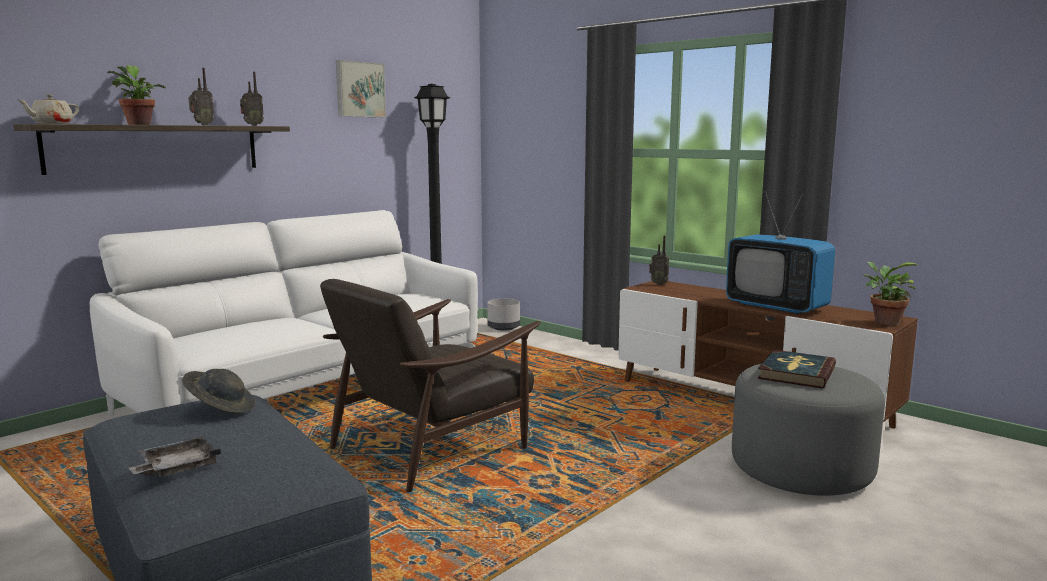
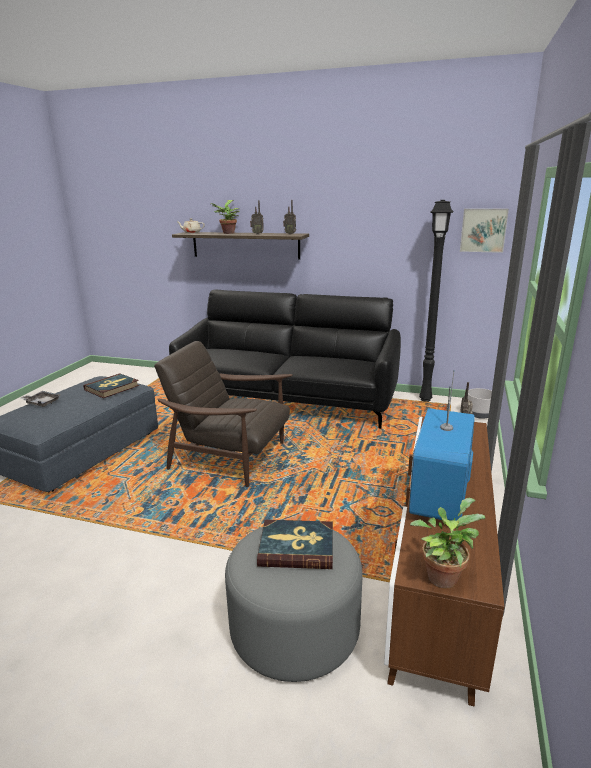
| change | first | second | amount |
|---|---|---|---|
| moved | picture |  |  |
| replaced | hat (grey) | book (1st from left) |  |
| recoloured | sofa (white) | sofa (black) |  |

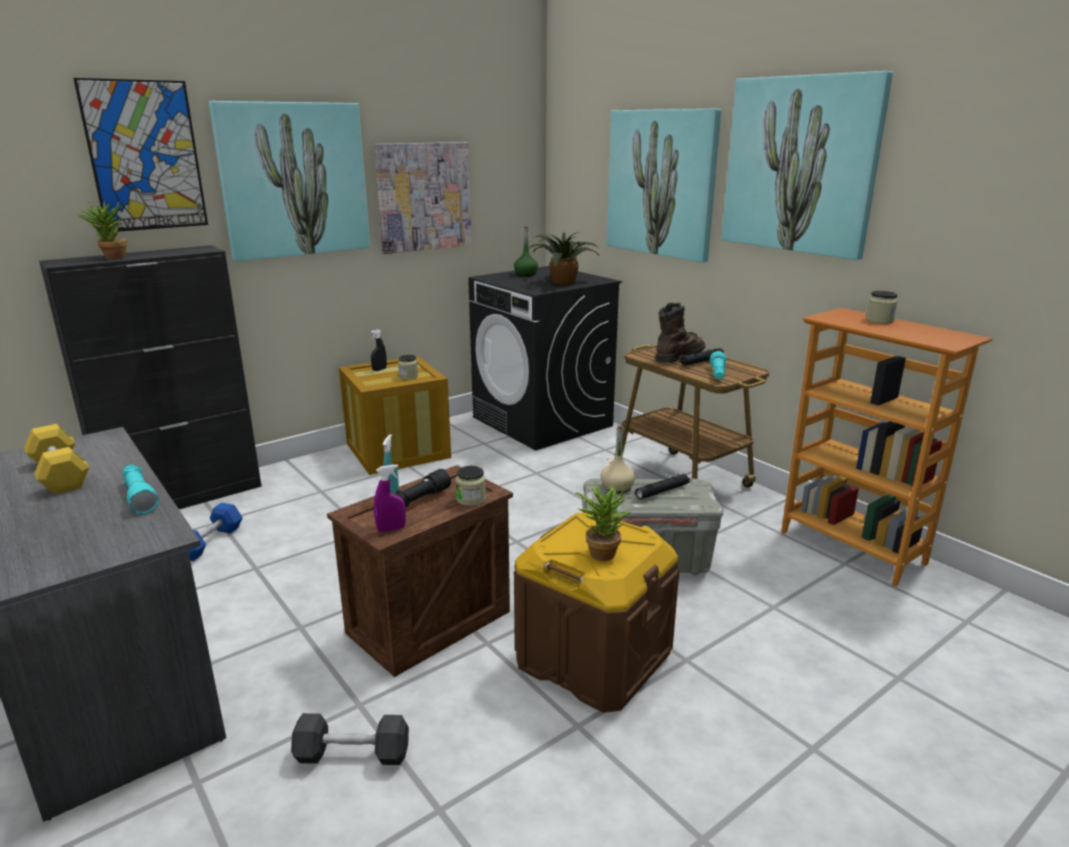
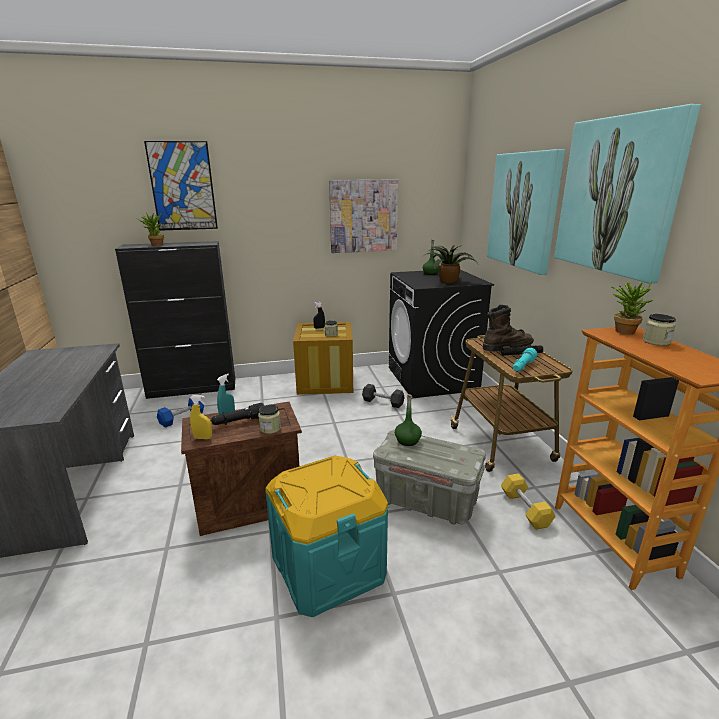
| change | first | second | amount |
|---|---|---|---|
| removed | flashlight (turquoise) (1st from left) |  |  |
| removed | picture (2nd from left) |  |  |
| removed | flashlight (black) (2nd from left) |  |  |
| moved | dumbbell (yellow) |  |  |
| moved | dumbbell (black) |  |  |
| moved | potted plant (3rd from left) |  |  |
| recoloured | spray bottle (purple) | spray bottle (yellow) |  |
| recoloured | storage box (brown) | storage box (turquoise) |  |
| recoloured | bottle (beige) | bottle (green) (1st from left) |  |

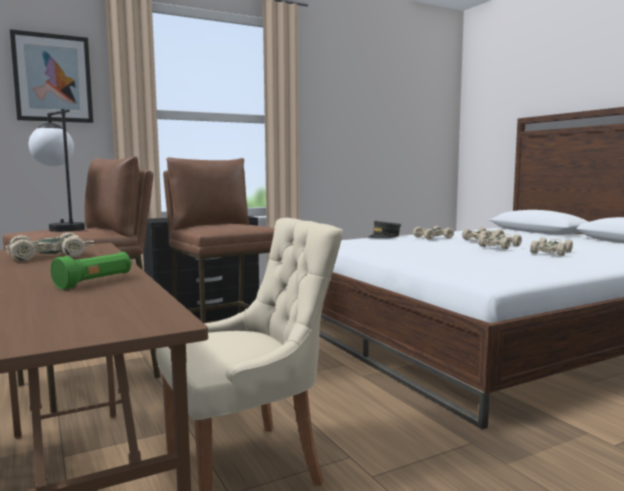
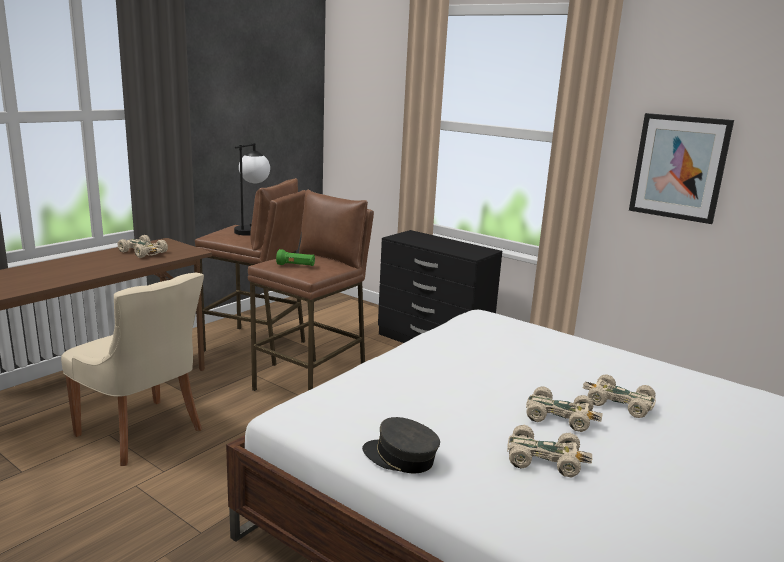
| change | first | second | amount |
|---|---|---|---|
| removed | toy car (beige) (2nd from left) |  |  |
| moved | picture |  |  |
| moved | flashlight (green) |  |  |
| moved | cap (grey) |  |  |

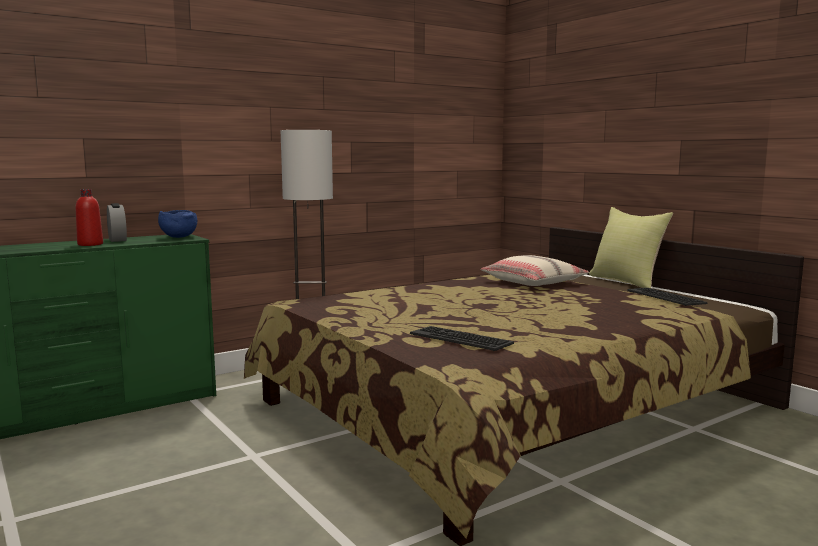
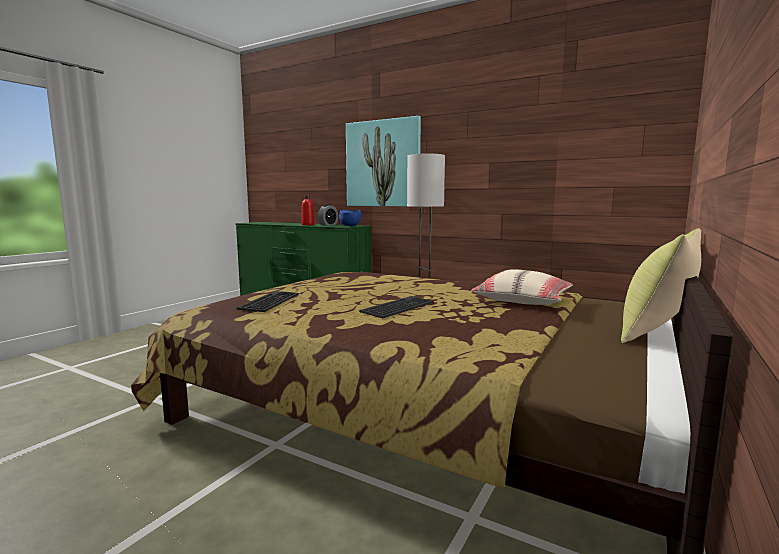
| change | first | second | amount |
|---|---|---|---|
| added |  | picture |  |
| moved | keyboard (2nd from left) |  |  |

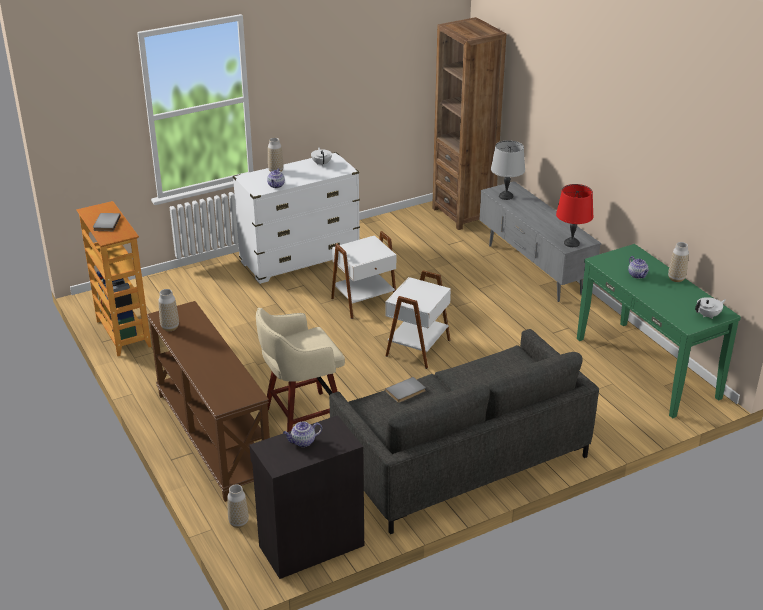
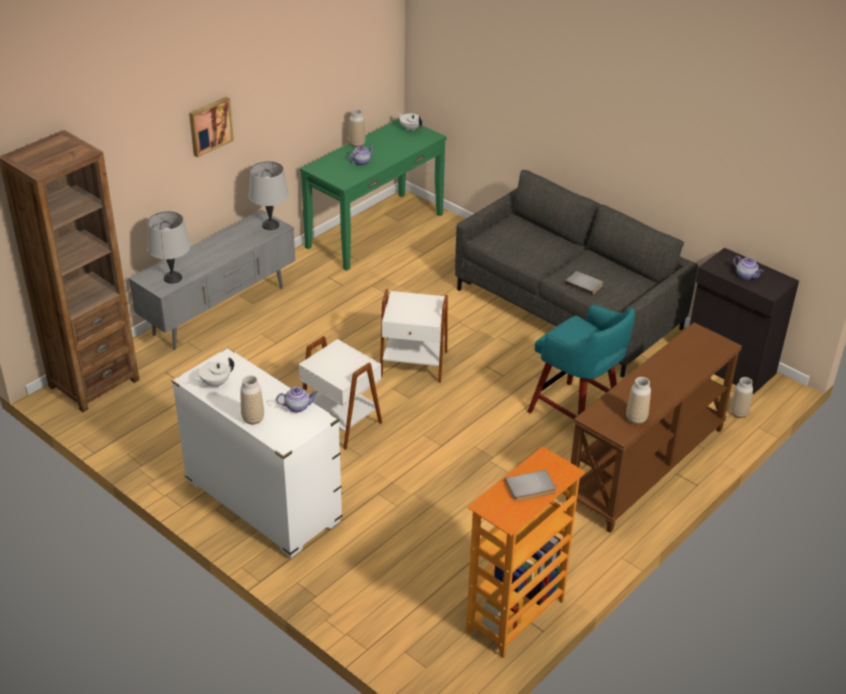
| change | first | second | amount |
|---|---|---|---|
| added |  | picture |  |
| recoloured | stool (beige) | stool (turquoise) |  |
| recoloured | table lamp (red) | table lamp (grey) (2nd from left) |  |

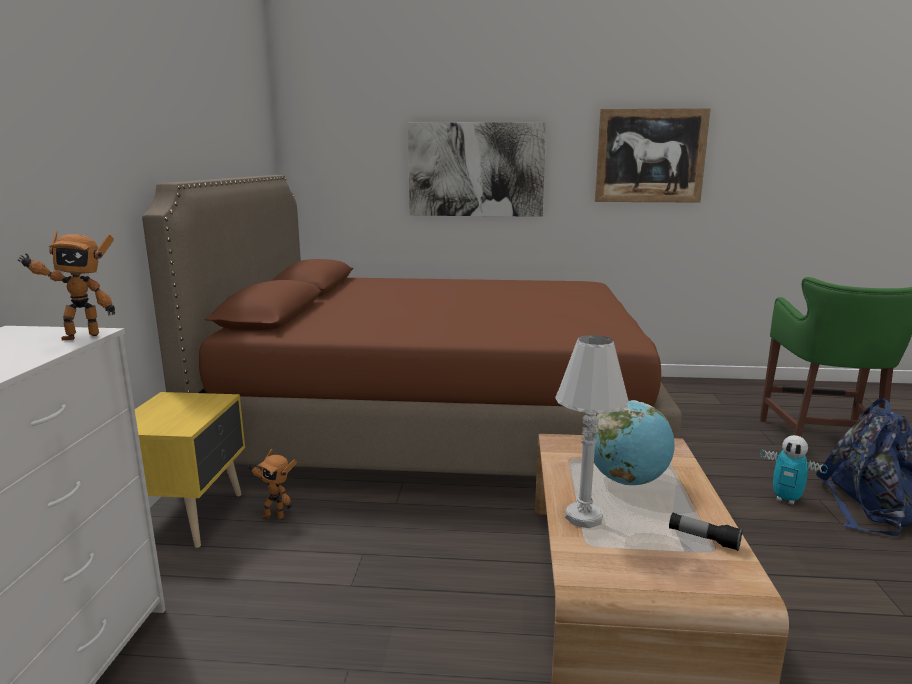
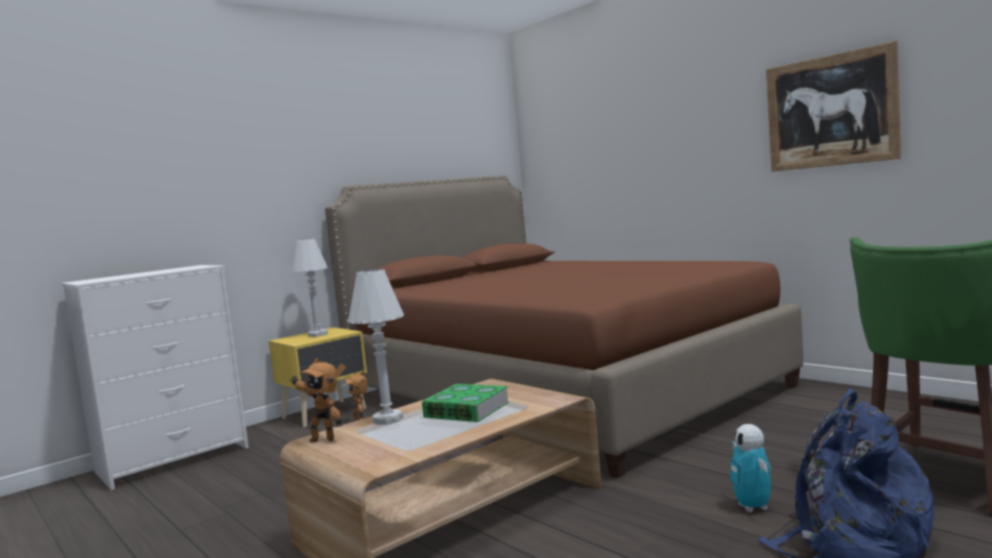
| change | first | second | amount |
|---|---|---|---|
| removed | picture (1st from left) |  |  |
| removed | flashlight |  |  |
| added |  | table lamp (white) (1st from left) |  |
| moved | toy robot (1st from left) |  |  |
| replaced | globe | book |  |

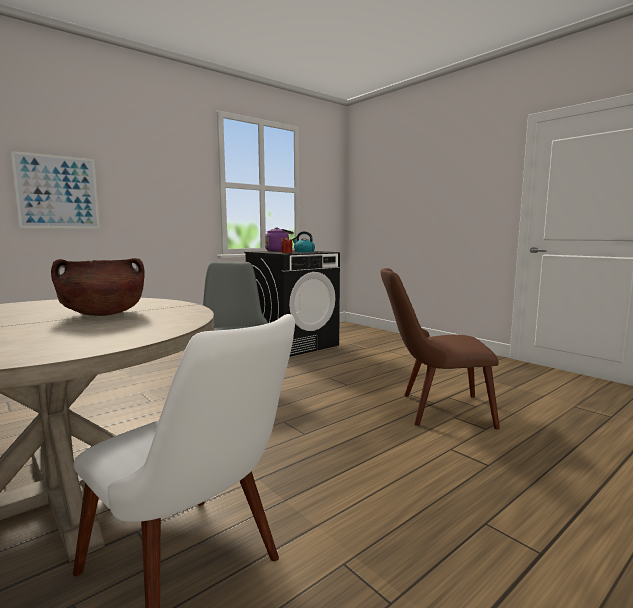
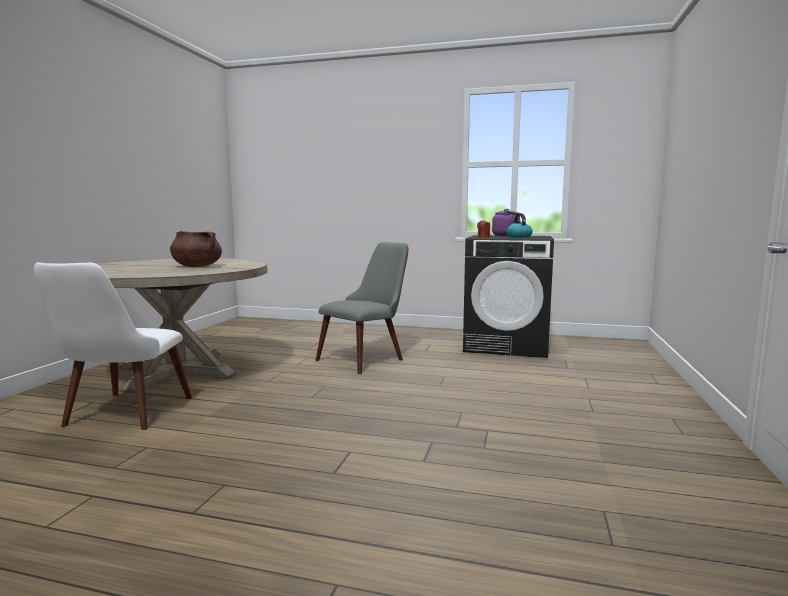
| change | first | second | amount |
|---|---|---|---|
| removed | picture |  |  |
| removed | chair (brown) |  |  |

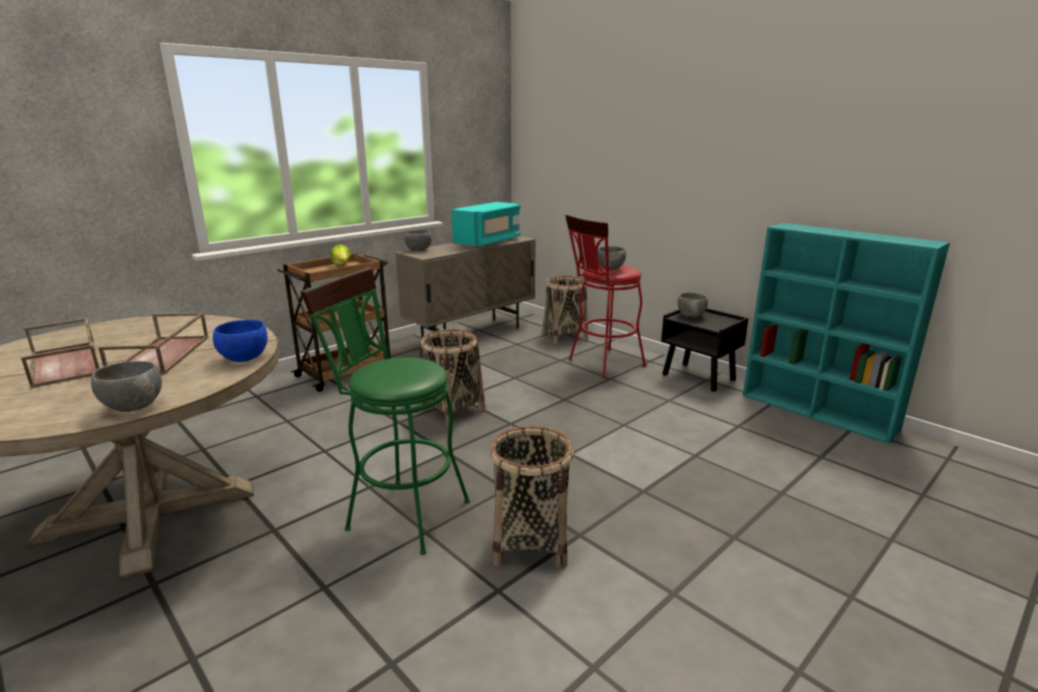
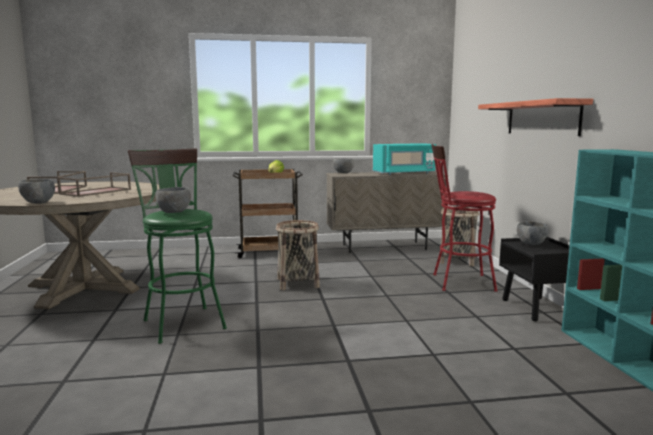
| change | first | second | amount |
|---|---|---|---|
| removed | bowl (blue) |  |  |
| removed | basket (2nd from left) |  |  |
| added |  | shelf |  |
| moved | bowl (grey) (3rd from left in the first image) | bowl (grey) (2nd from left) |  |

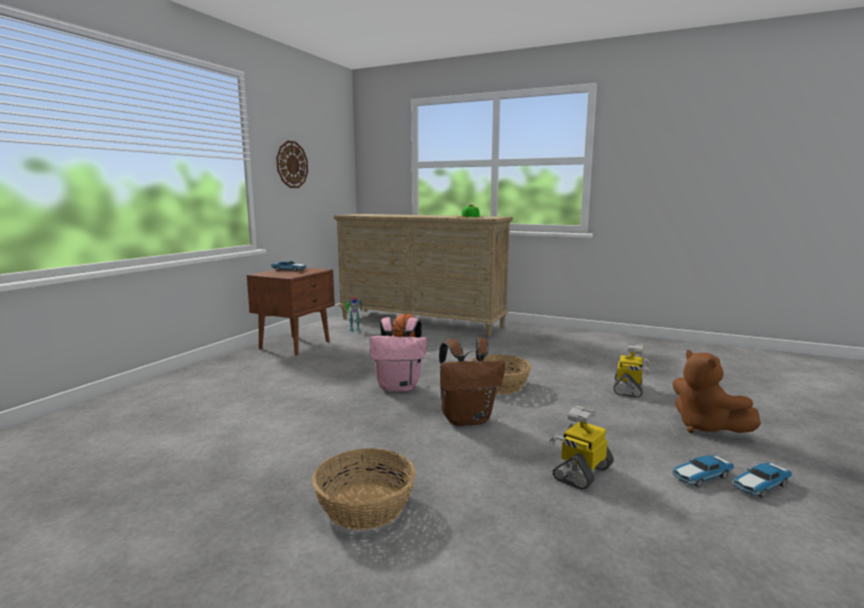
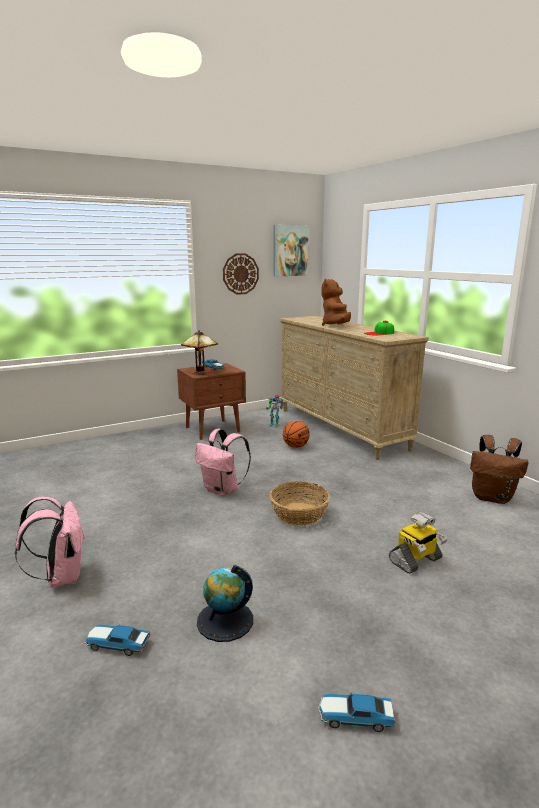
| change | first | second | amount |
|---|---|---|---|
| added |  | table lamp |  |
| added |  | picture |  |
| moved | backpack (brown) |  |  |
| moved | plush toy (brown) |  |  |
| moved | toy car (2nd from left in the first image) | toy car (1st from left) |  |
| replaced | basket (1st from left) | backpack (pink) (1st from left) |  |
| replaced | toy robot (2nd from left) | globe |  |

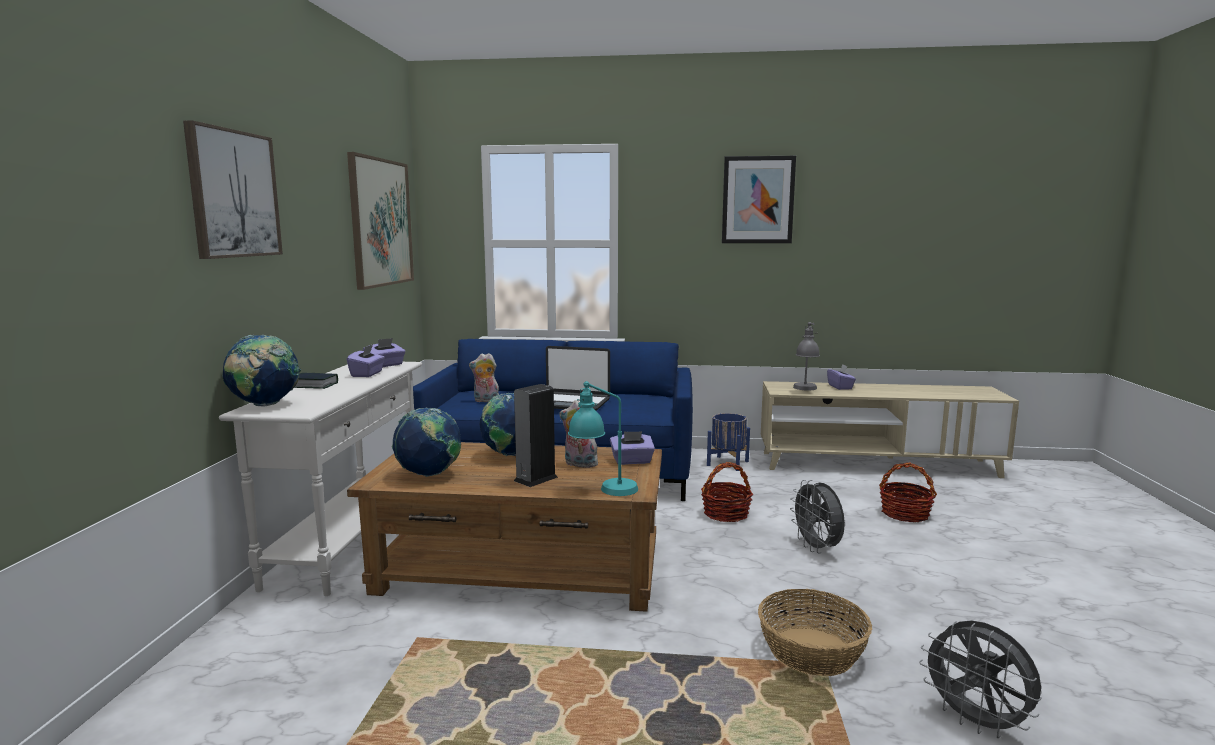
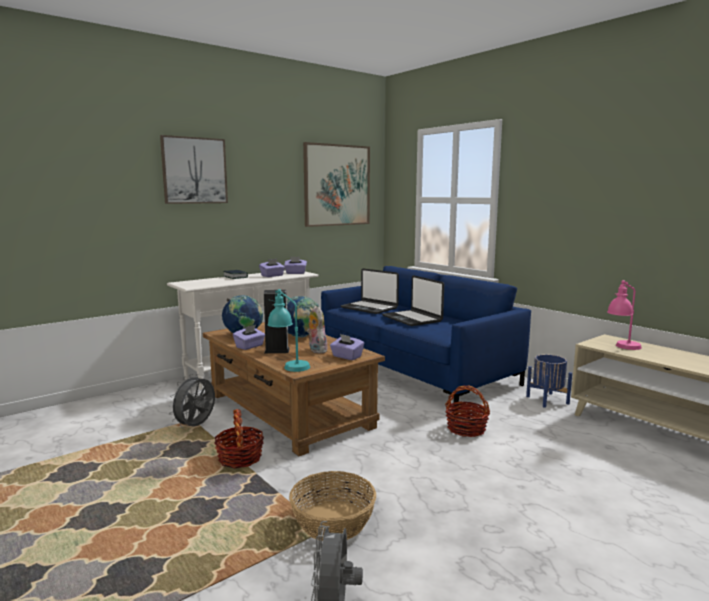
| change | first | second | amount |
|---|---|---|---|
| removed | globe (1st from left) |  |  |
| removed | picture (3rd from left) |  |  |
| moved | fan (grey) (1st from left) |  |  |
| moved | tissue box (purple) (4th from left in the first image) | tissue box (purple) (1st from left) |  |
| moved | basket (3rd from left in the first image) | basket (1st from left) |  |
| replaced | plush toy (1st from left) | laptop (1st from left) |  |
| recoloured | table lamp (grey) | table lamp (pink) |  |

